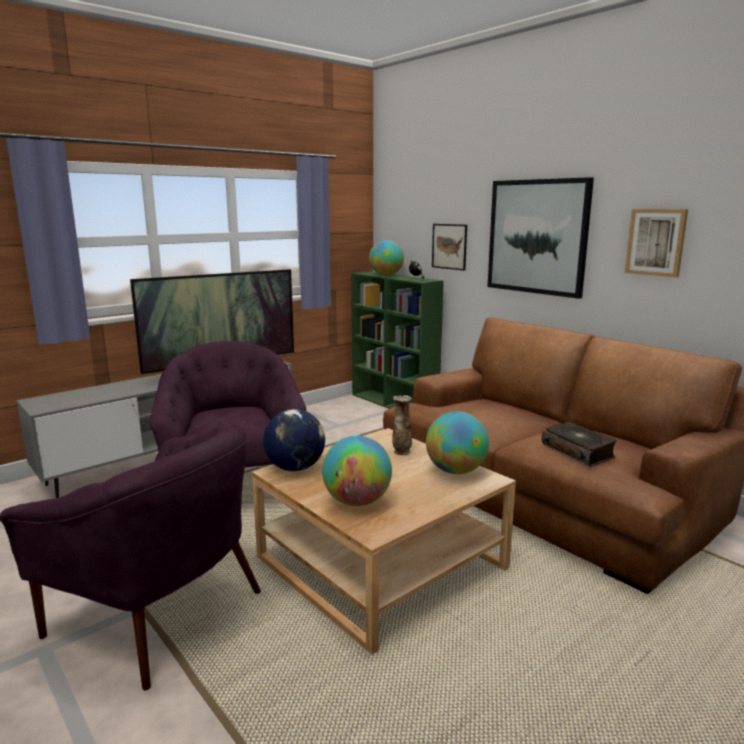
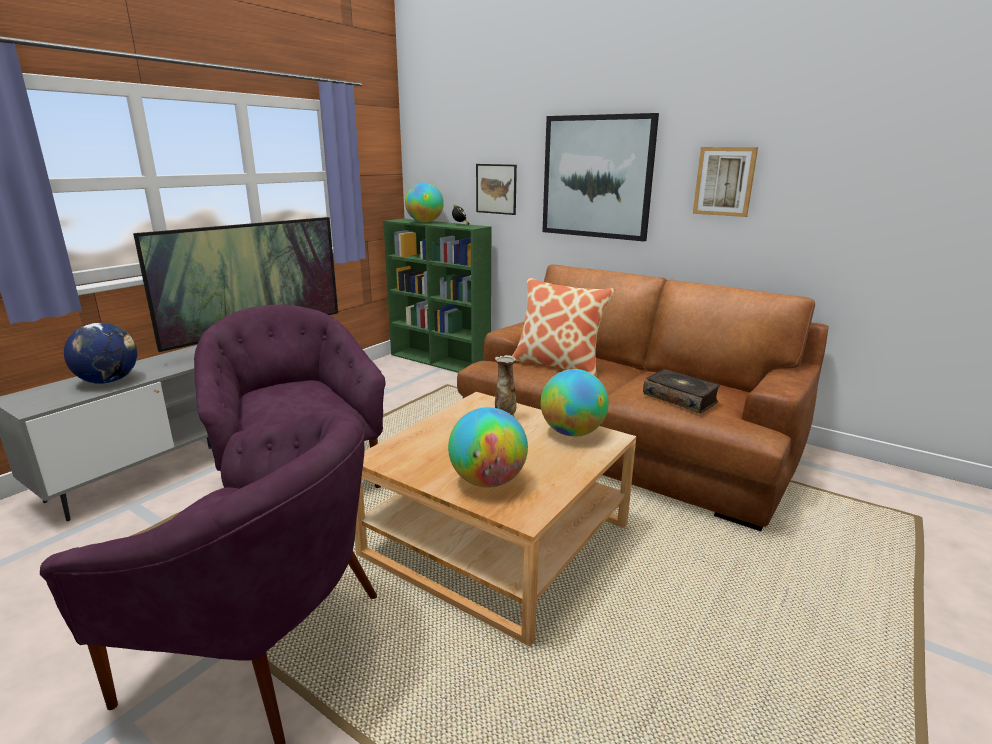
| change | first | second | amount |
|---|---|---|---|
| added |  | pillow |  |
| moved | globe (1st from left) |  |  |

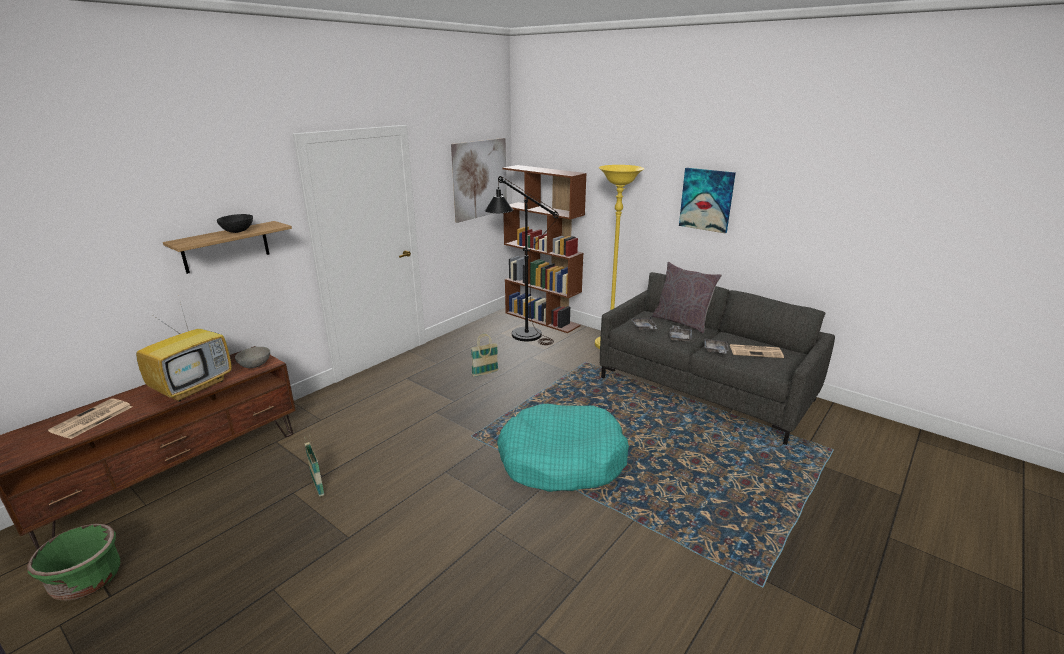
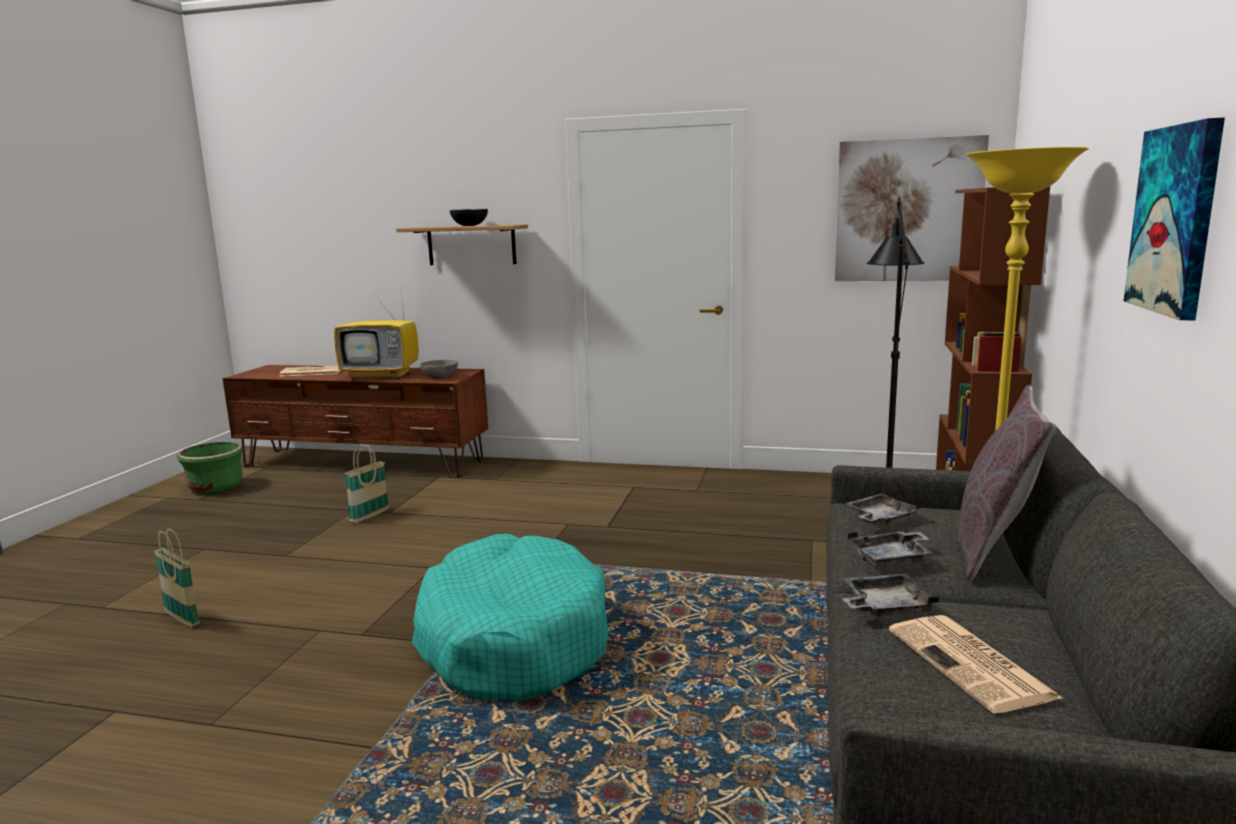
| change | first | second | amount |
|---|---|---|---|
| moved | basket (2nd from left in the first image) | basket (1st from left) |  |

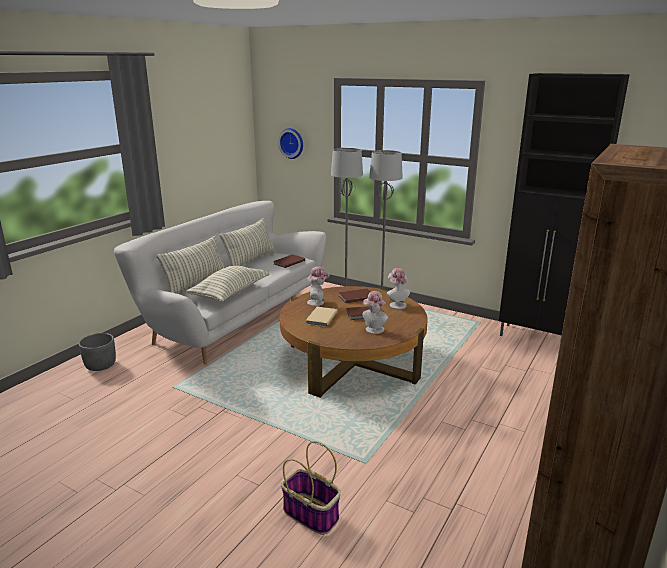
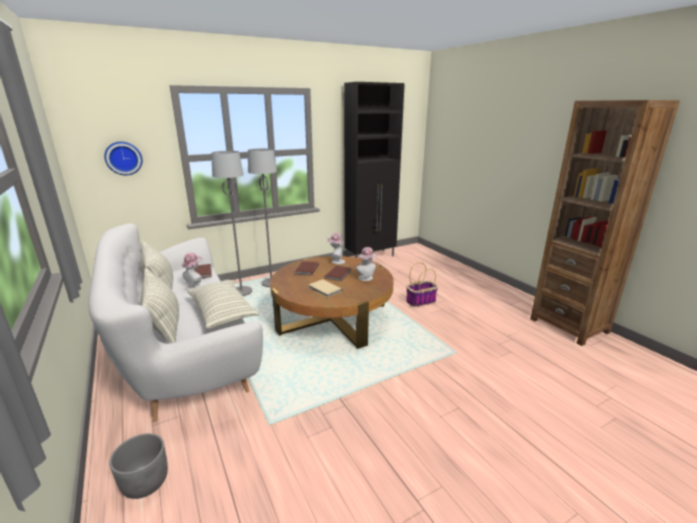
| change | first | second | amount |
|---|---|---|---|
| moved | basket |  |  |
| moved | hat (1st from left) |  |  |

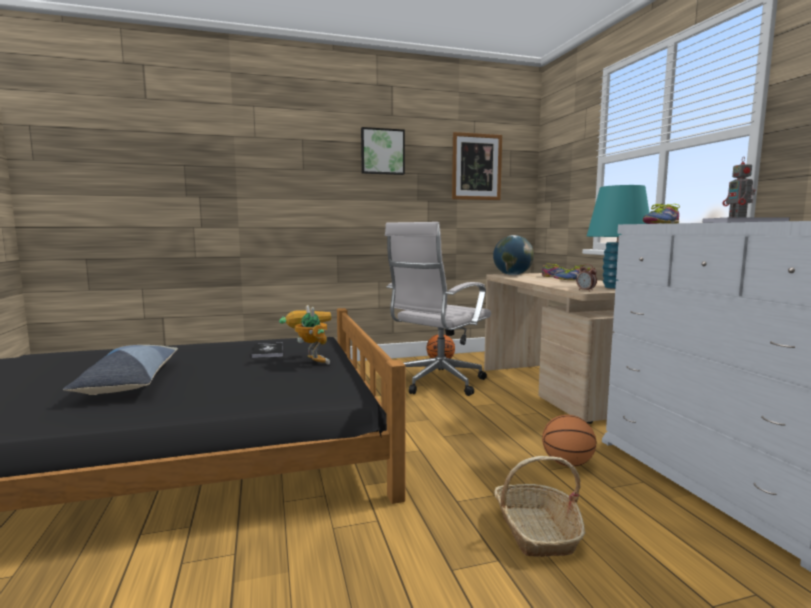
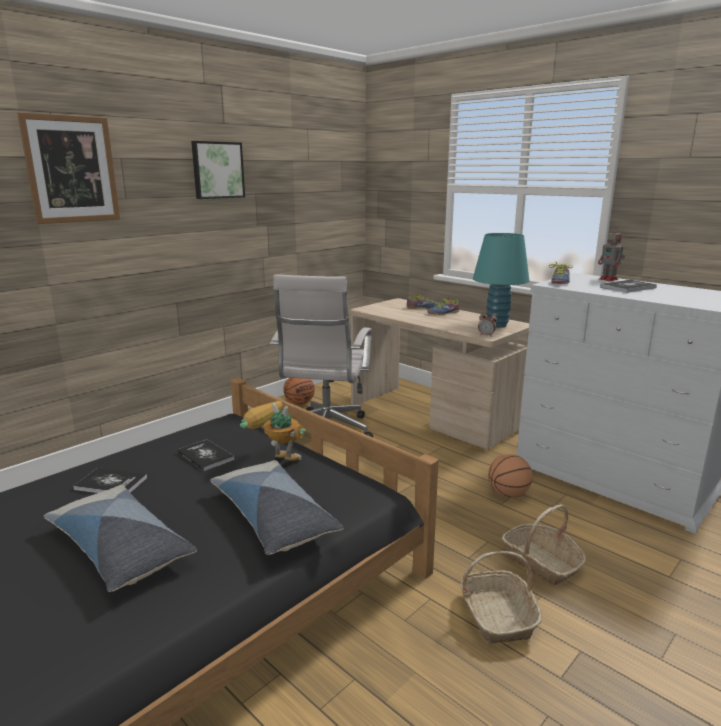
| change | first | second | amount |
|---|---|---|---|
| removed | globe |  |  |
| added |  | book (1st from left) |  |
| added |  | pillow (2nd from left) |  |
| added |  | basket (1st from left) |  |
| moved | picture (2nd from left in the first image) | picture (1st from left) |  |

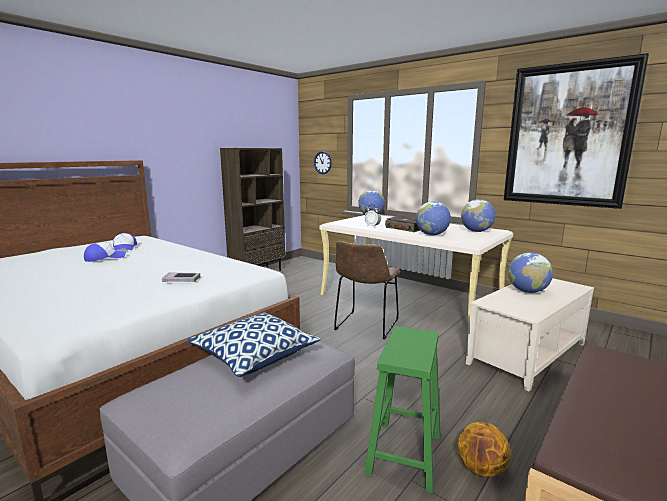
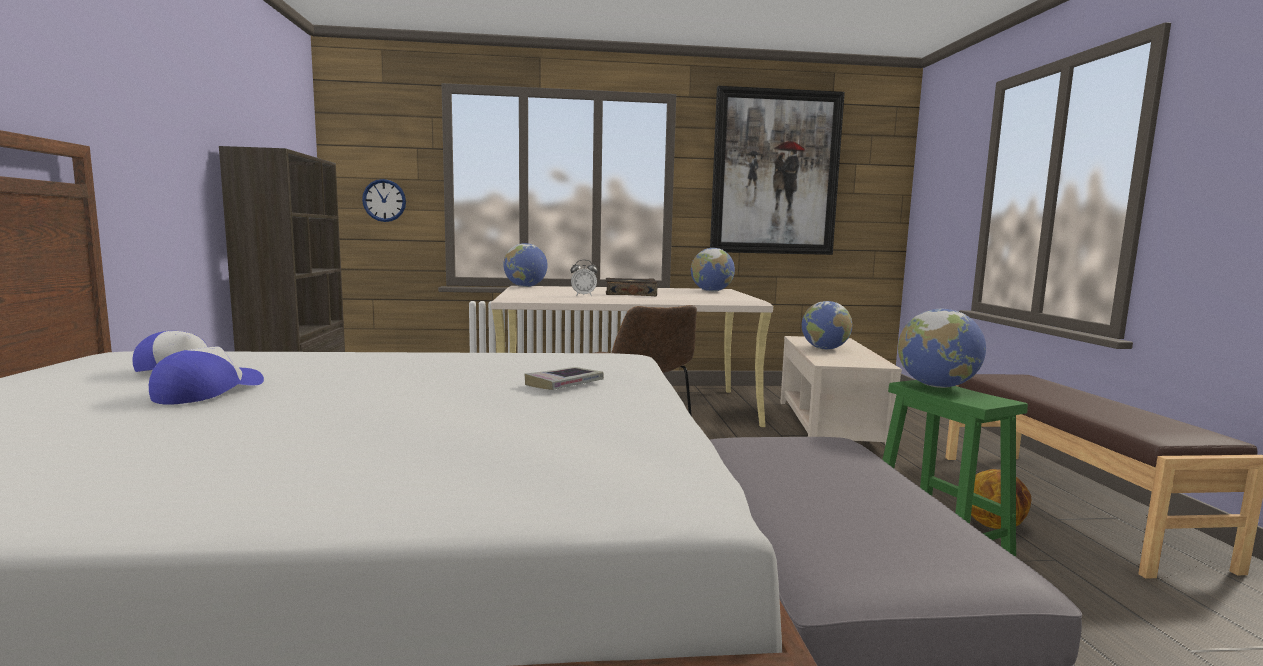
| change | first | second | amount |
|---|---|---|---|
| removed | pillow |  |  |
| moved | globe (2nd from left in the first image) | globe (4th from left) |  |

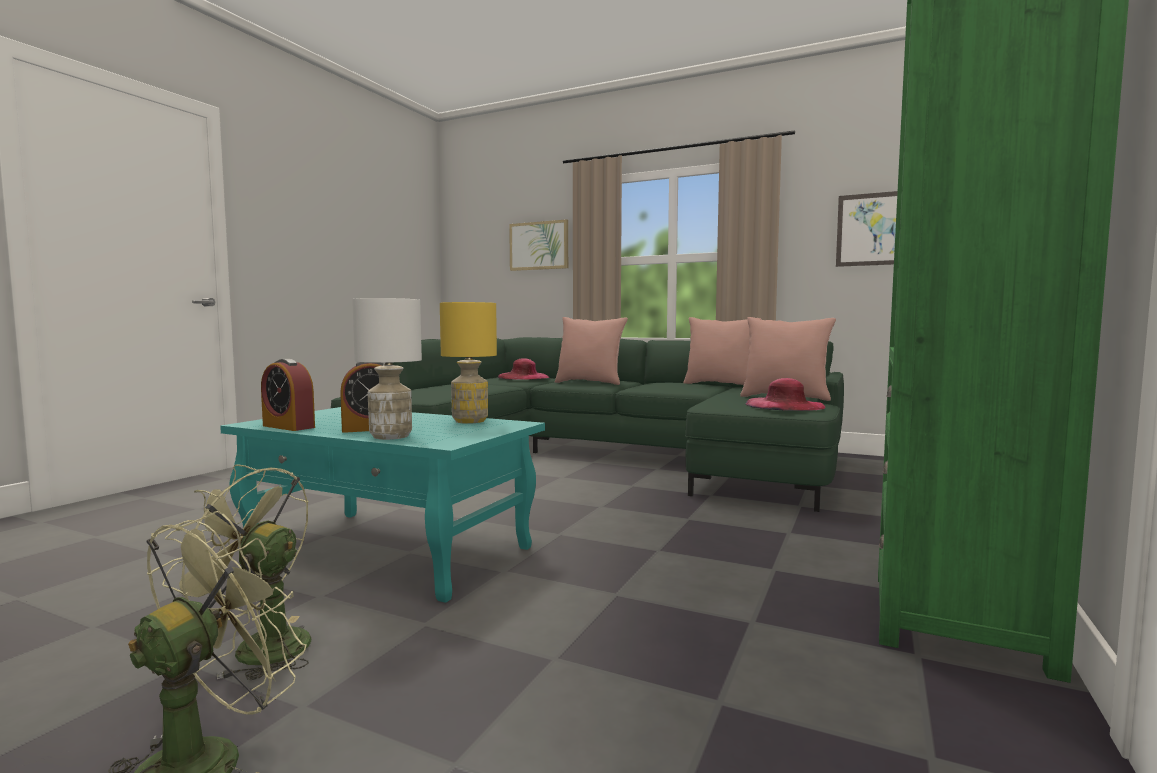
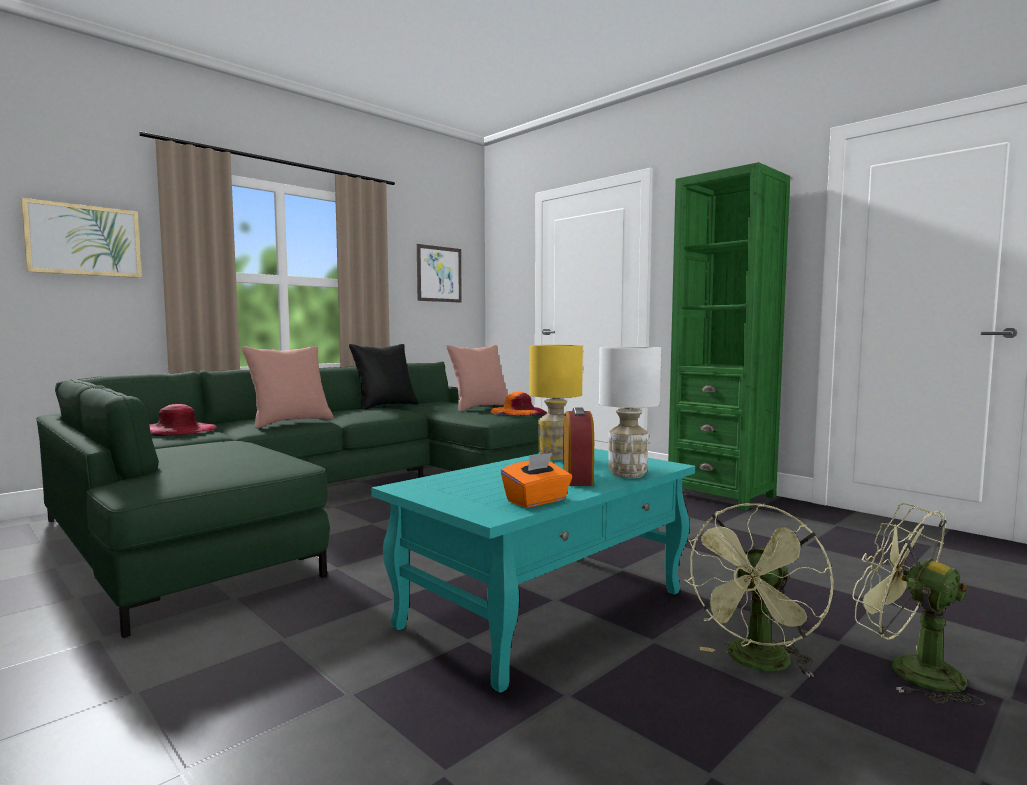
| change | first | second | amount |
|---|---|---|---|
| replaced | alarm clock (1st from left) | tissue box (orange) |  |
| recoloured | pillow (pink) (2nd from left) | pillow (black) |  |
| recoloured | hat (pink) (2nd from left) | hat (orange) |  |

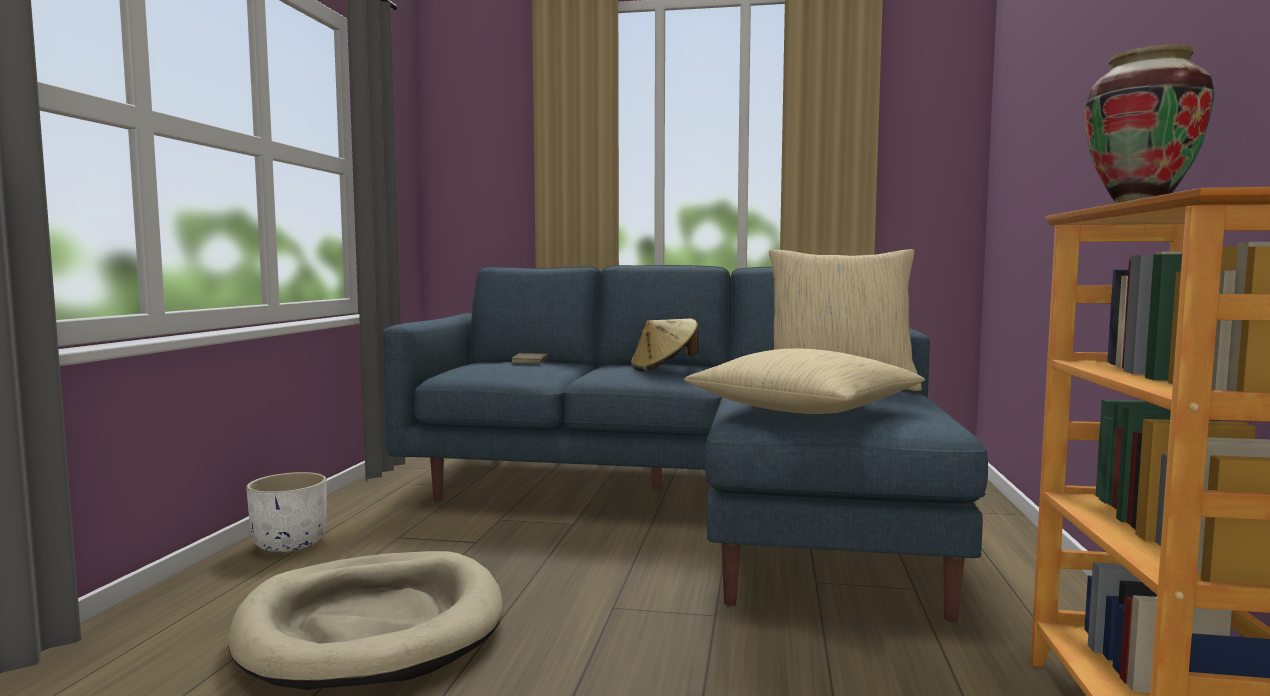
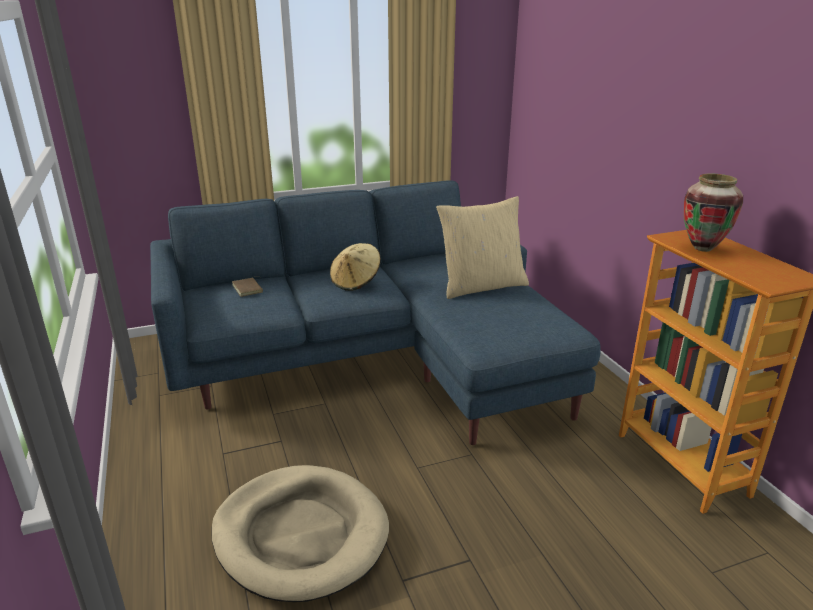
| change | first | second | amount |
|---|---|---|---|
| removed | planter (white) |  |  |
| removed | pillow (beige) (1st from left) |  |  |

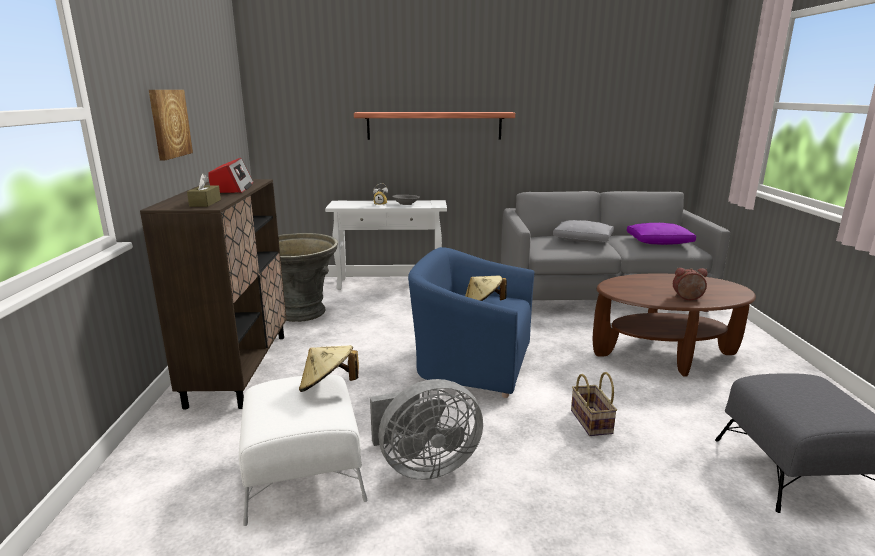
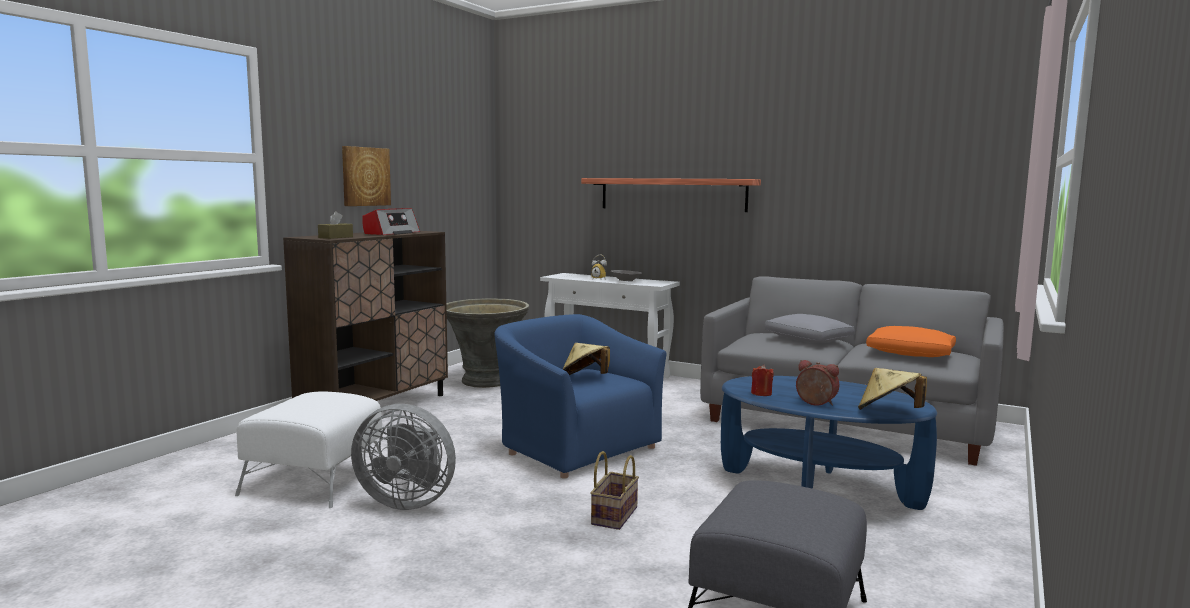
| change | first | second | amount |
|---|---|---|---|
| added |  | candle (red) |  |
| moved | hat (beige) (1st from left in the first image) | hat (beige) (2nd from left) |  |
| recoloured | coffee table (brown) | coffee table (blue) |  |
| recoloured | pillow (purple) | pillow (orange) |  |

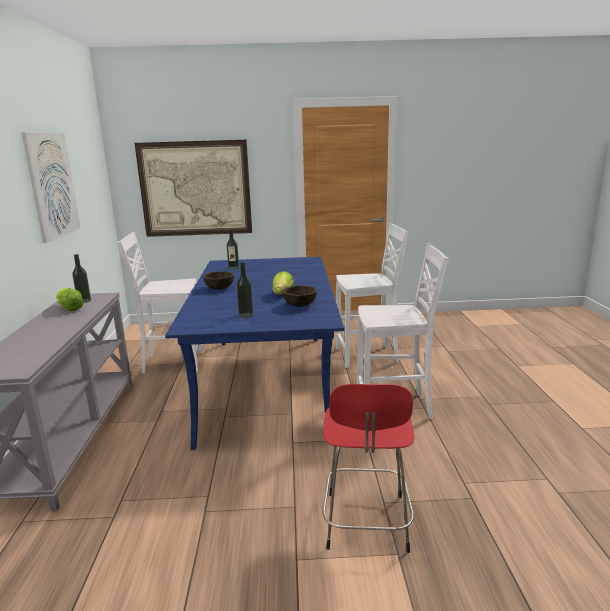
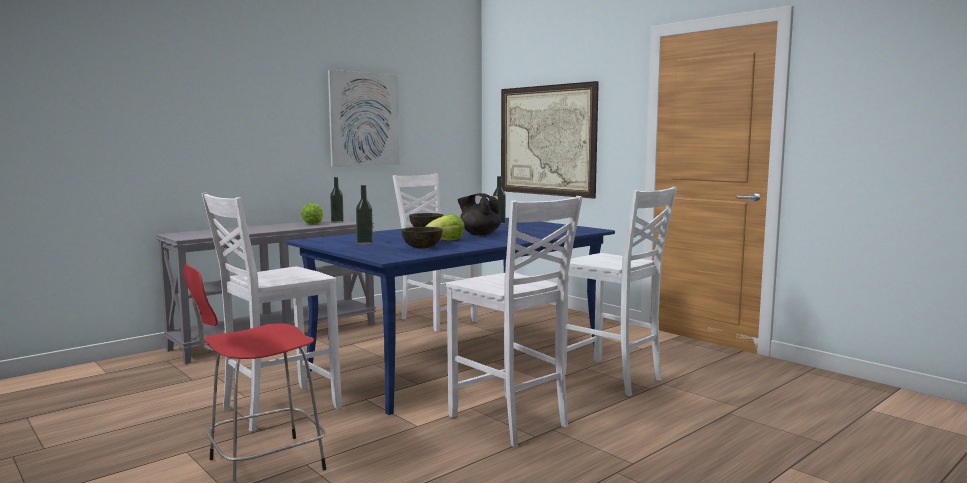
| change | first | second | amount |
|---|---|---|---|
| added |  | chair (white) (1st from left) |  |
| added |  | teapot (black) |  |

